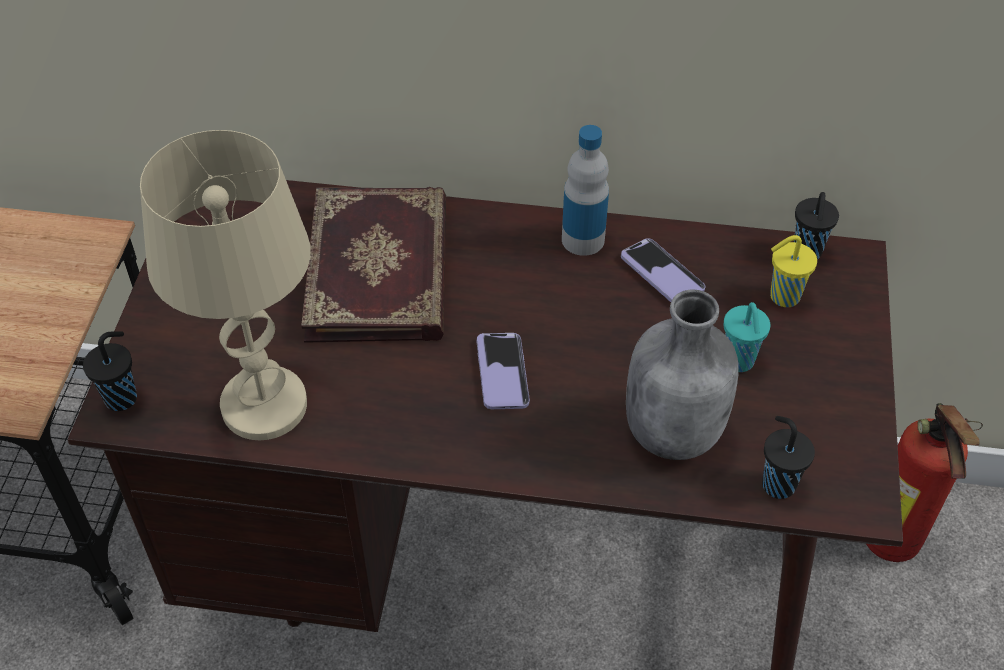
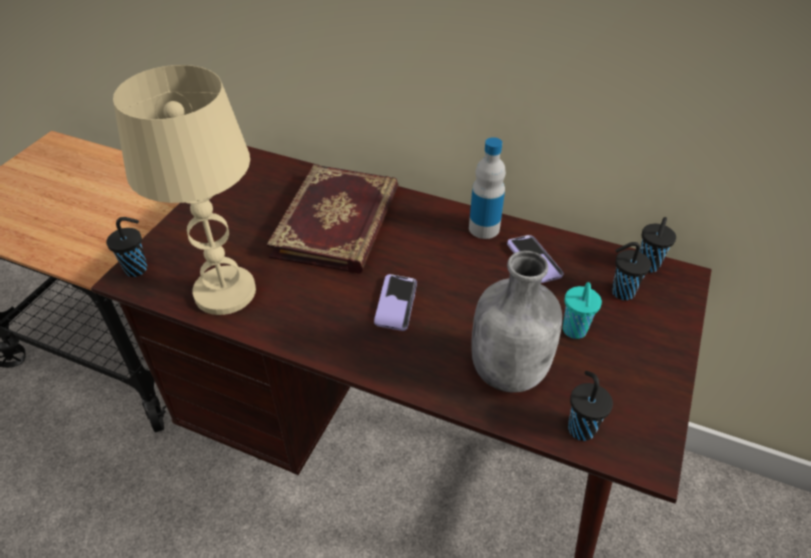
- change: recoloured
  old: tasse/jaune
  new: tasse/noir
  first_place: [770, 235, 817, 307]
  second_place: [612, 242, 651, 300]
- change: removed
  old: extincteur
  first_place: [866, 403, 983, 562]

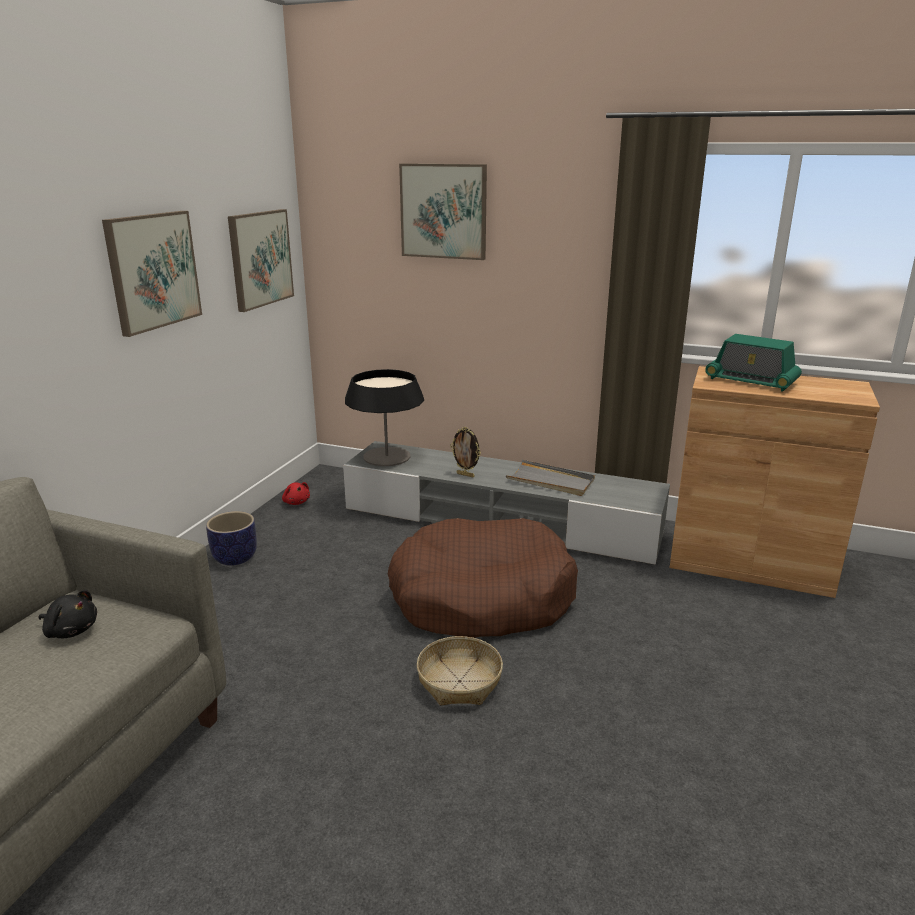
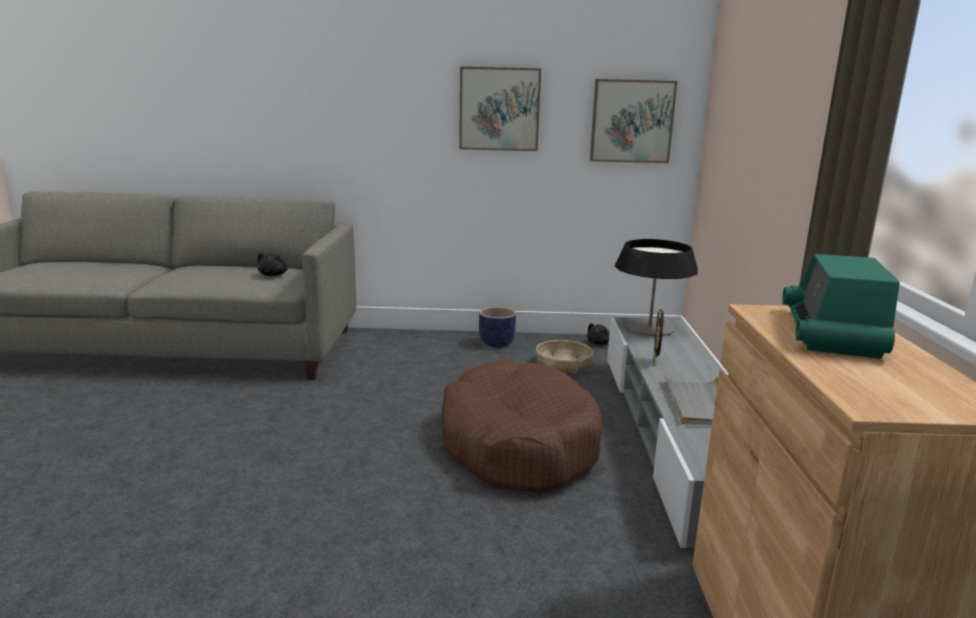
- change: recoloured
  old: peluche/rouge
  new: peluche/noir
  first_place: [282, 482, 310, 505]
  second_place: [587, 323, 609, 345]
- change: removed
  old: tableau
  first_place: [399, 164, 487, 260]
- change: moved
  old: panier
  first_place: [417, 636, 503, 705]
  second_place: [536, 340, 593, 374]

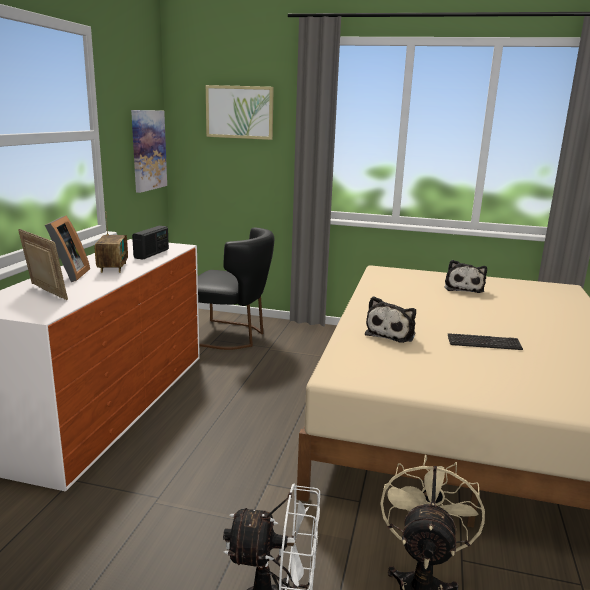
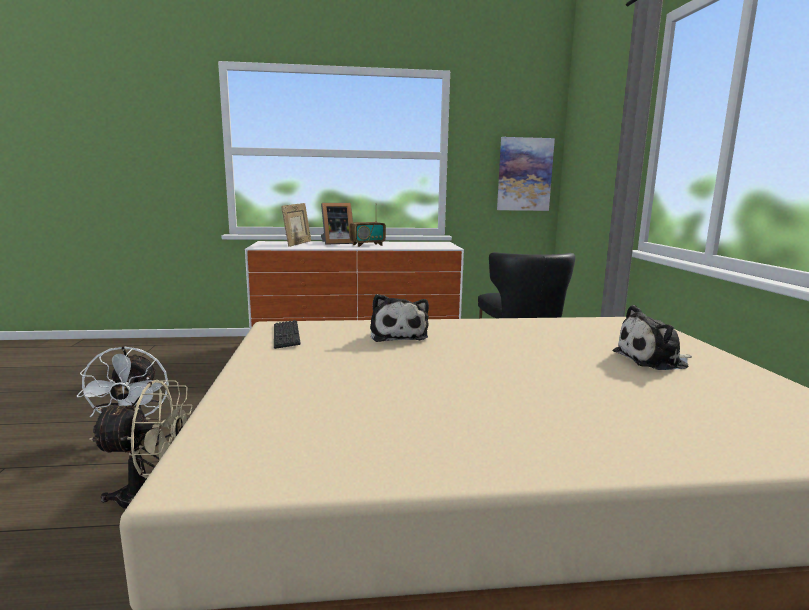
- change: removed
  old: radio
  first_place: [132, 226, 169, 260]
- change: removed
  old: tableau
  first_place: [206, 85, 274, 140]
- change: turned
  old: peluche
  first_place: [365, 296, 416, 343]
  second_place: [370, 294, 429, 342]
  degrees: -105
- change: moved
  old: clavier
  first_place: [448, 333, 523, 350]
  second_place: [274, 320, 301, 349]

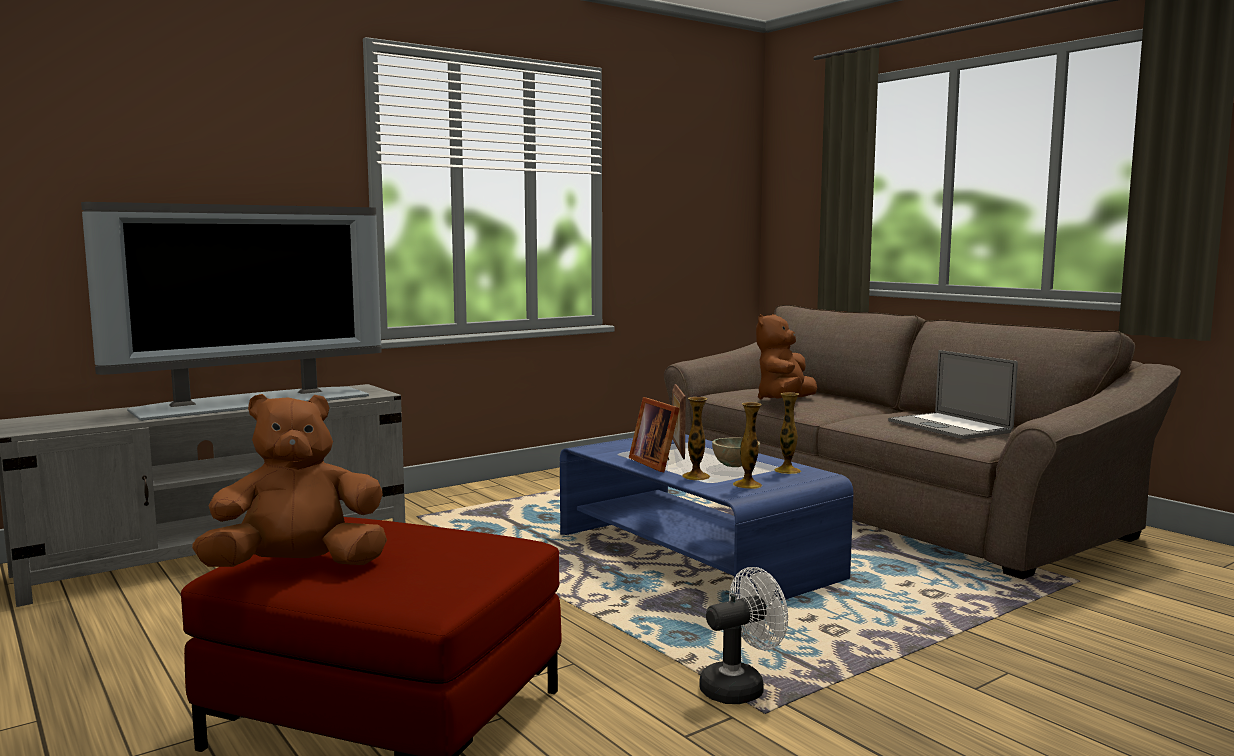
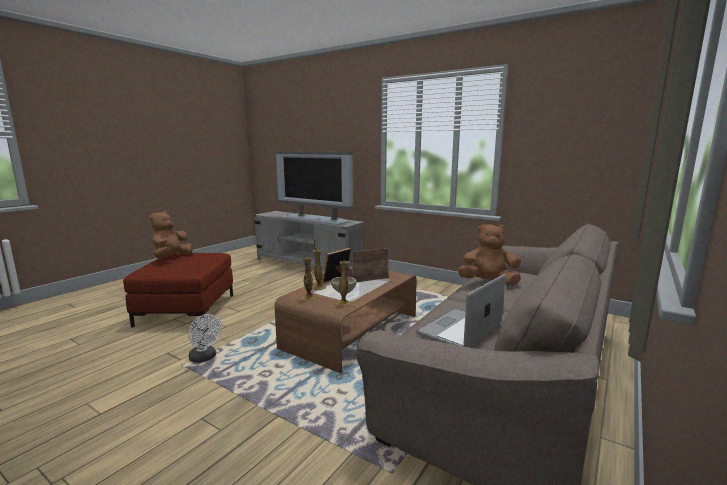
- change: turned
  old: peluche/marron
  first_place: [192, 394, 387, 567]
  second_place: [149, 211, 193, 258]
  degrees: -120
- change: recoloured
  old: table basse/bleu
  new: table basse/marron
  first_place: [560, 434, 853, 605]
  second_place: [274, 266, 417, 373]

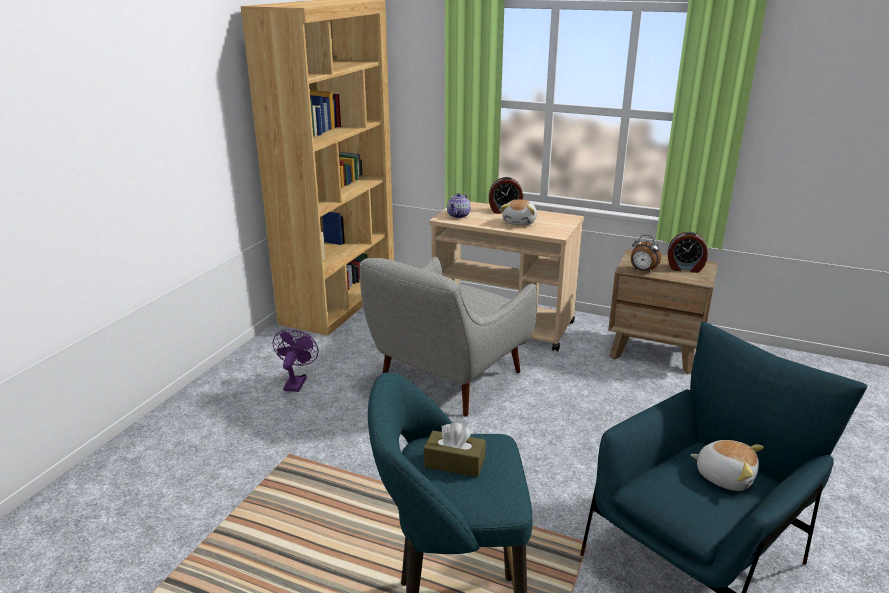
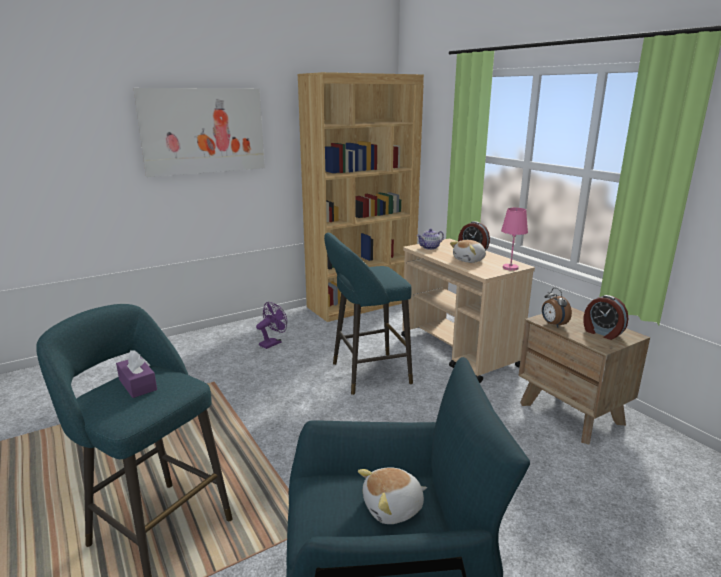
- change: replaced
  old: fauteuil/gris
  new: tabouret/turquoise
  first_place: [359, 257, 537, 417]
  second_place: [324, 233, 413, 395]
- change: recoloured
  old: boîte à mouchoirs/marron
  new: boîte à mouchoirs/violet
  first_place: [424, 422, 486, 477]
  second_place: [116, 350, 157, 398]
- change: turned
  old: peluche
  first_place: [690, 440, 764, 491]
  second_place: [358, 467, 427, 524]
  degrees: 90
- change: added
  new: tableau
  second_place: [134, 88, 265, 177]
- change: added
  new: lampe de table/rose
  second_place: [501, 208, 528, 271]

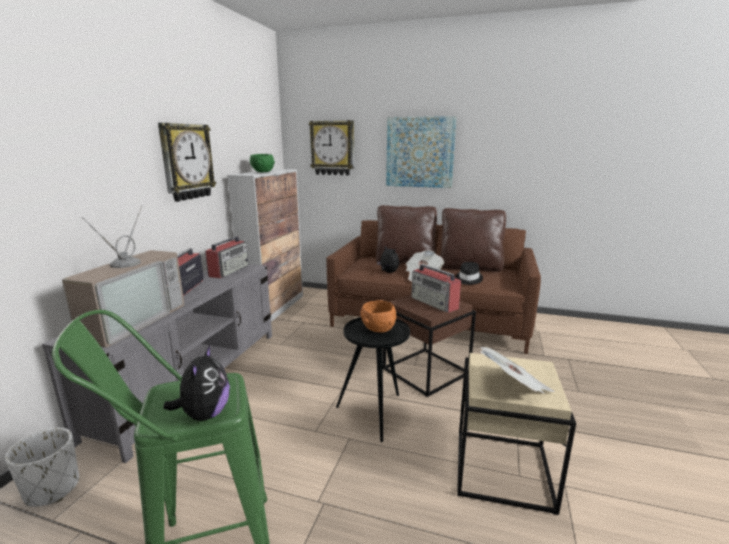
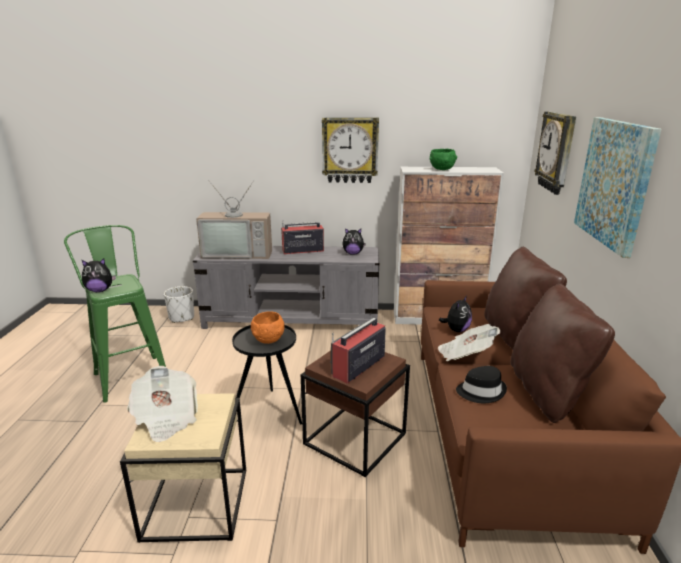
- change: replaced
  old: radio
  new: peluche
  first_place: [205, 235, 249, 278]
  second_place: [342, 228, 366, 255]

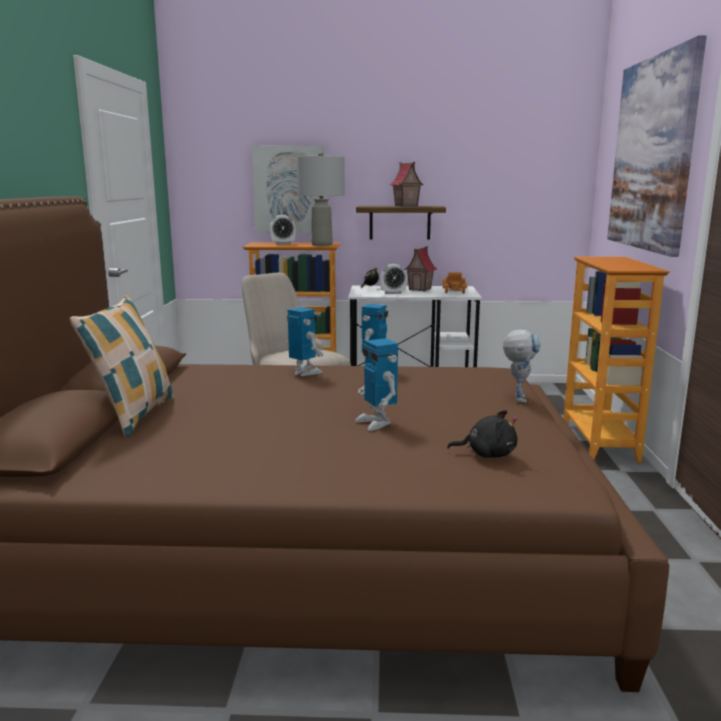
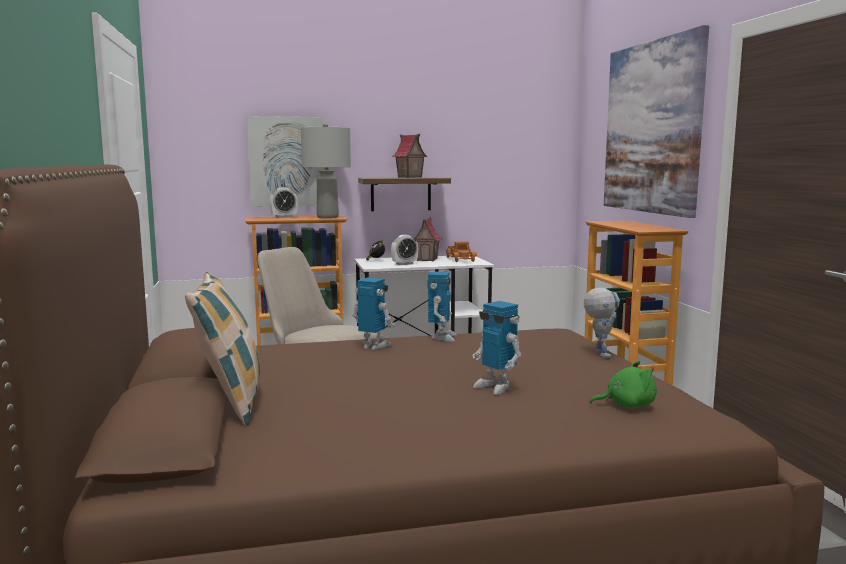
- change: recoloured
  old: peluche/noir
  new: peluche/vert
  first_place: [447, 410, 517, 458]
  second_place: [590, 361, 657, 408]

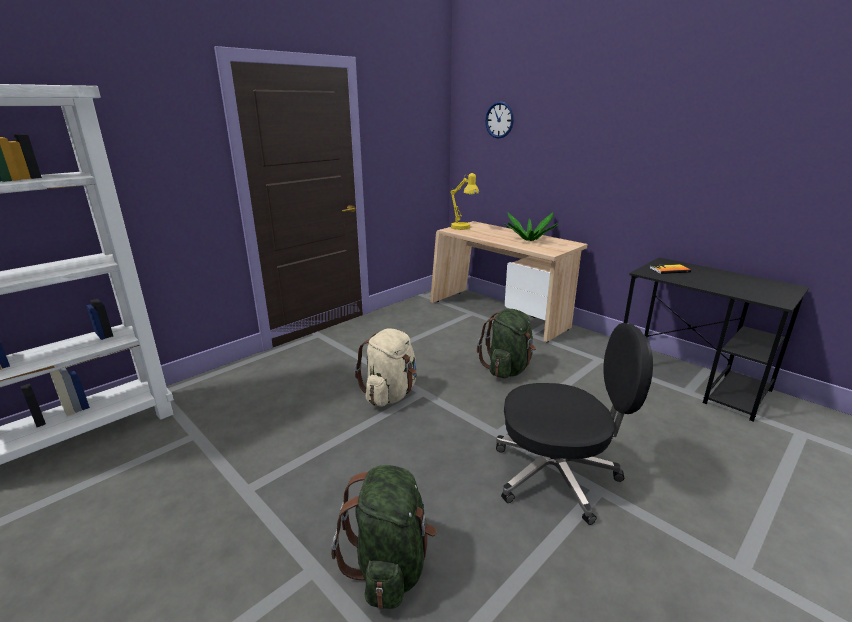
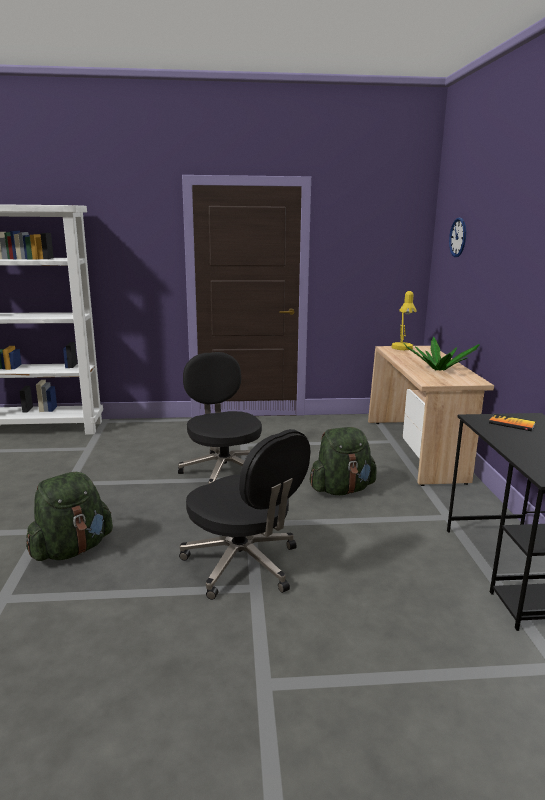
- change: replaced
  old: sac à dos/beige
  new: chaise de bureau/noir
  first_place: [355, 329, 417, 407]
  second_place: [178, 352, 262, 484]

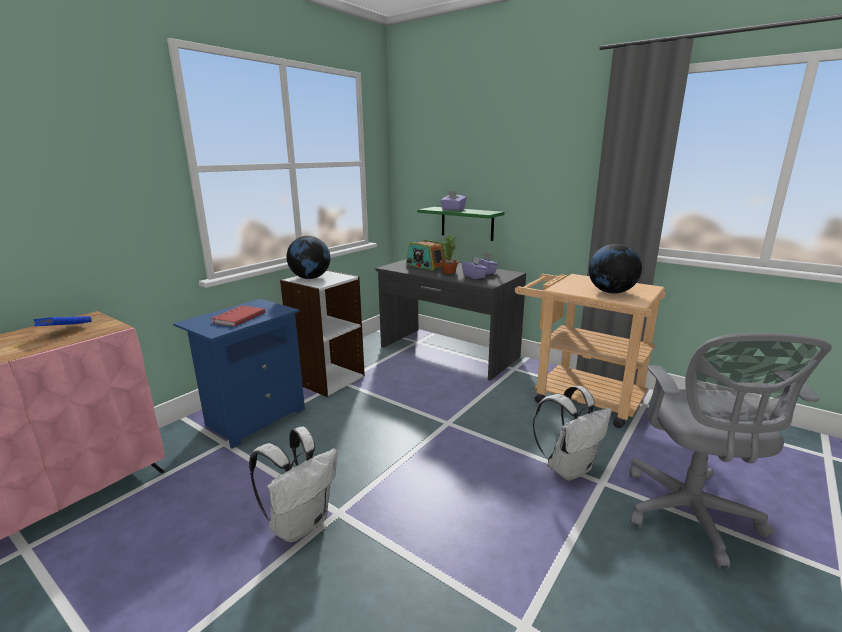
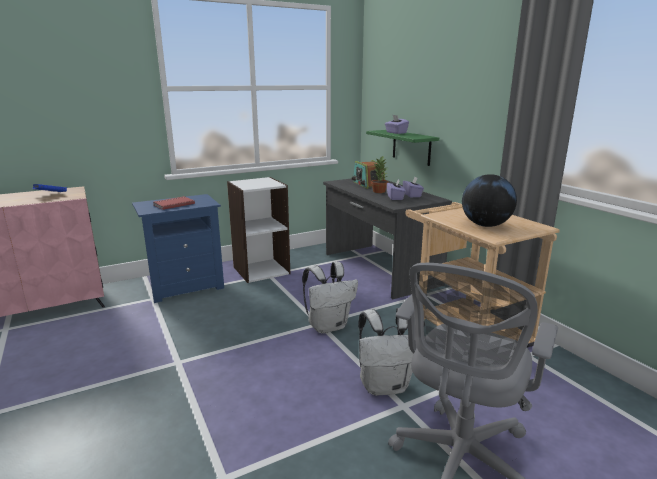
- change: moved
  old: sac à dos/blanc
  first_place: [249, 426, 337, 542]
  second_place: [303, 262, 358, 334]
- change: removed
  old: globe
  first_place: [286, 236, 330, 279]

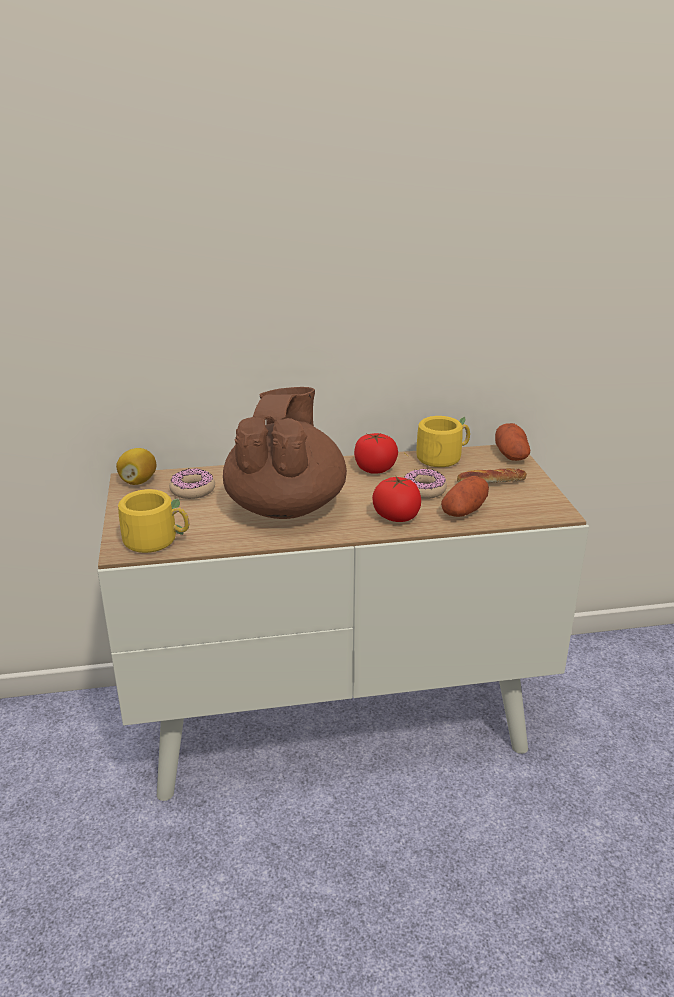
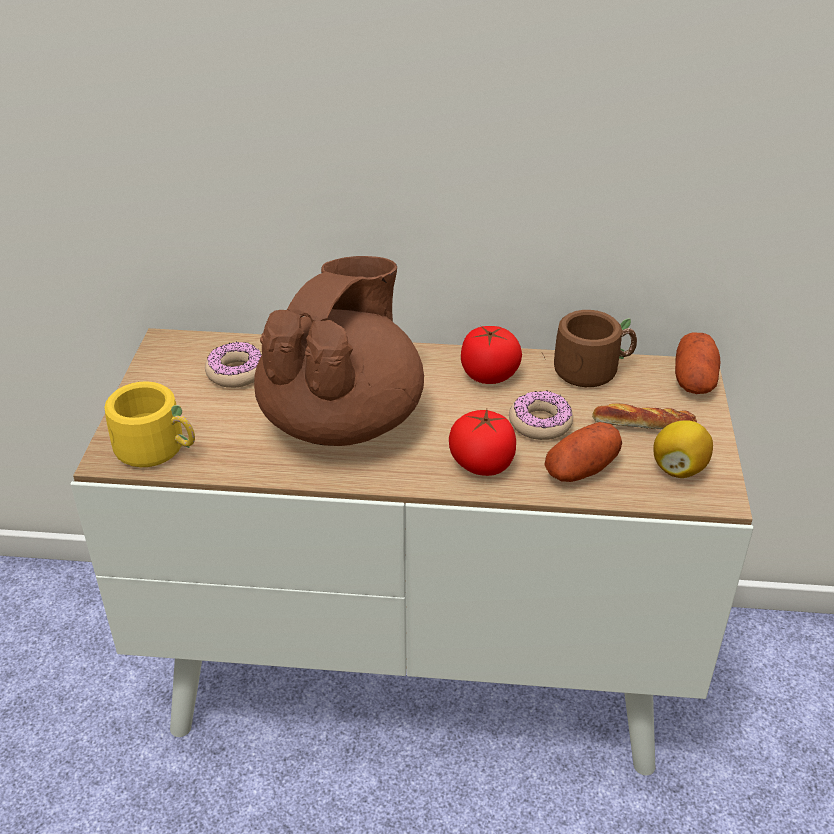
- change: moved
  old: citron
  first_place: [116, 448, 156, 485]
  second_place: [654, 420, 713, 478]
- change: recoloured
  old: mug/jaune
  new: mug/marron
  first_place: [405, 416, 470, 467]
  second_place: [542, 310, 637, 387]

